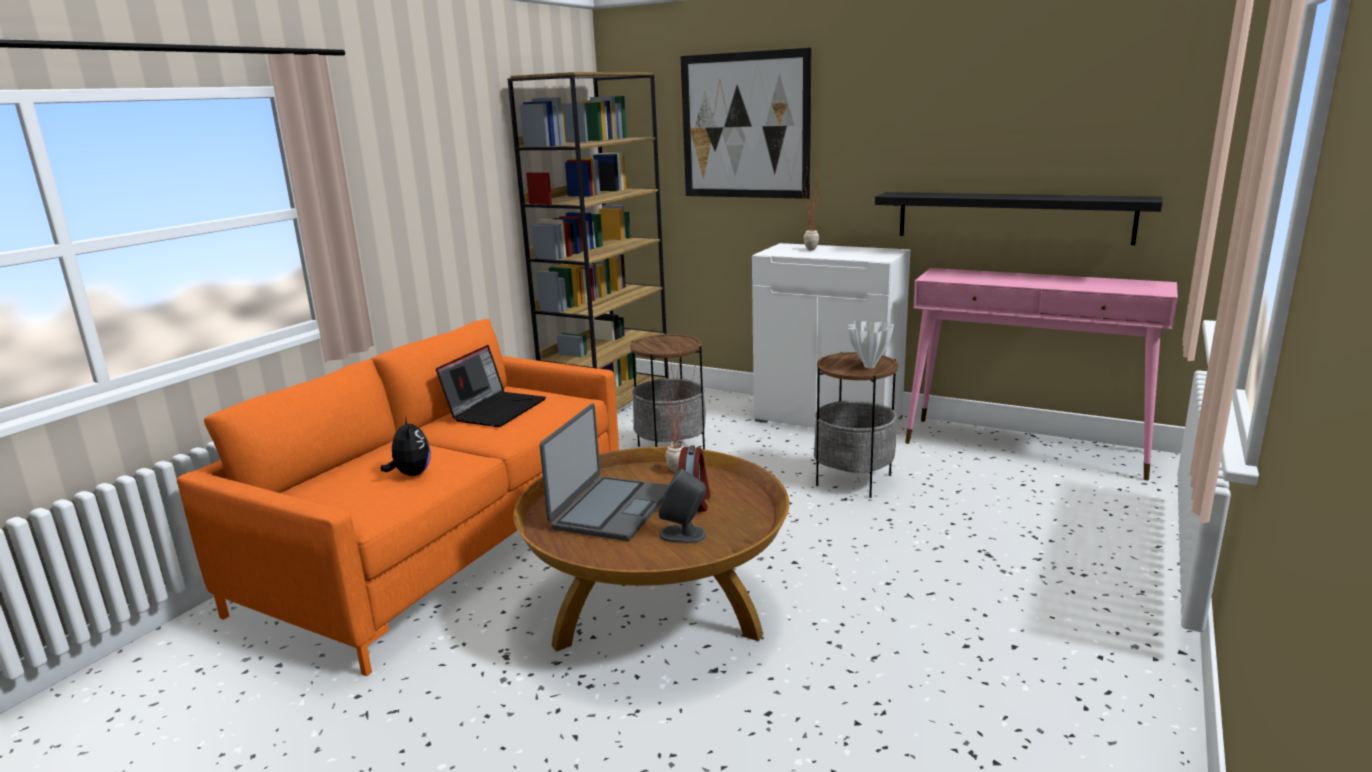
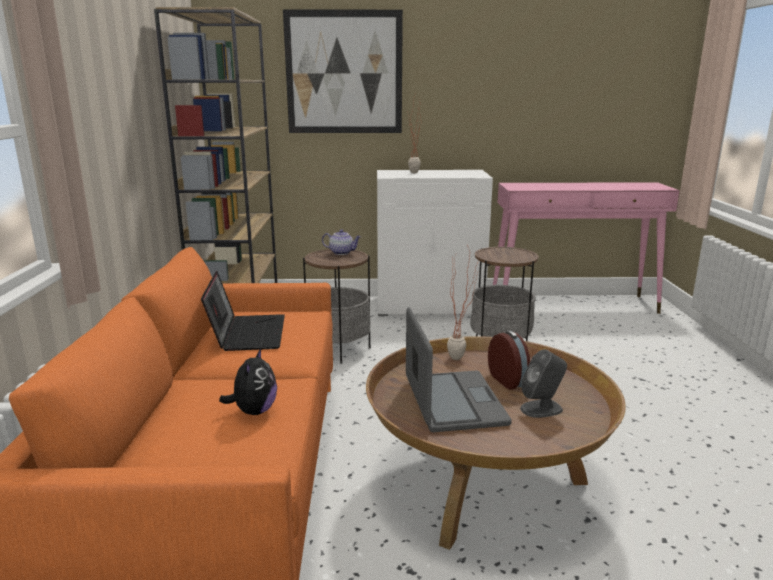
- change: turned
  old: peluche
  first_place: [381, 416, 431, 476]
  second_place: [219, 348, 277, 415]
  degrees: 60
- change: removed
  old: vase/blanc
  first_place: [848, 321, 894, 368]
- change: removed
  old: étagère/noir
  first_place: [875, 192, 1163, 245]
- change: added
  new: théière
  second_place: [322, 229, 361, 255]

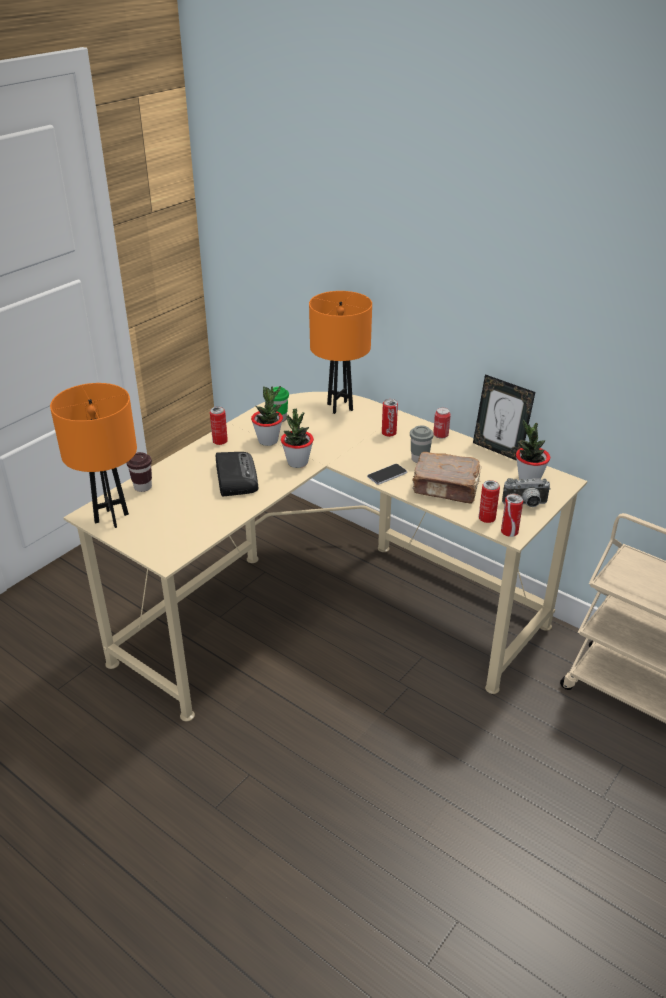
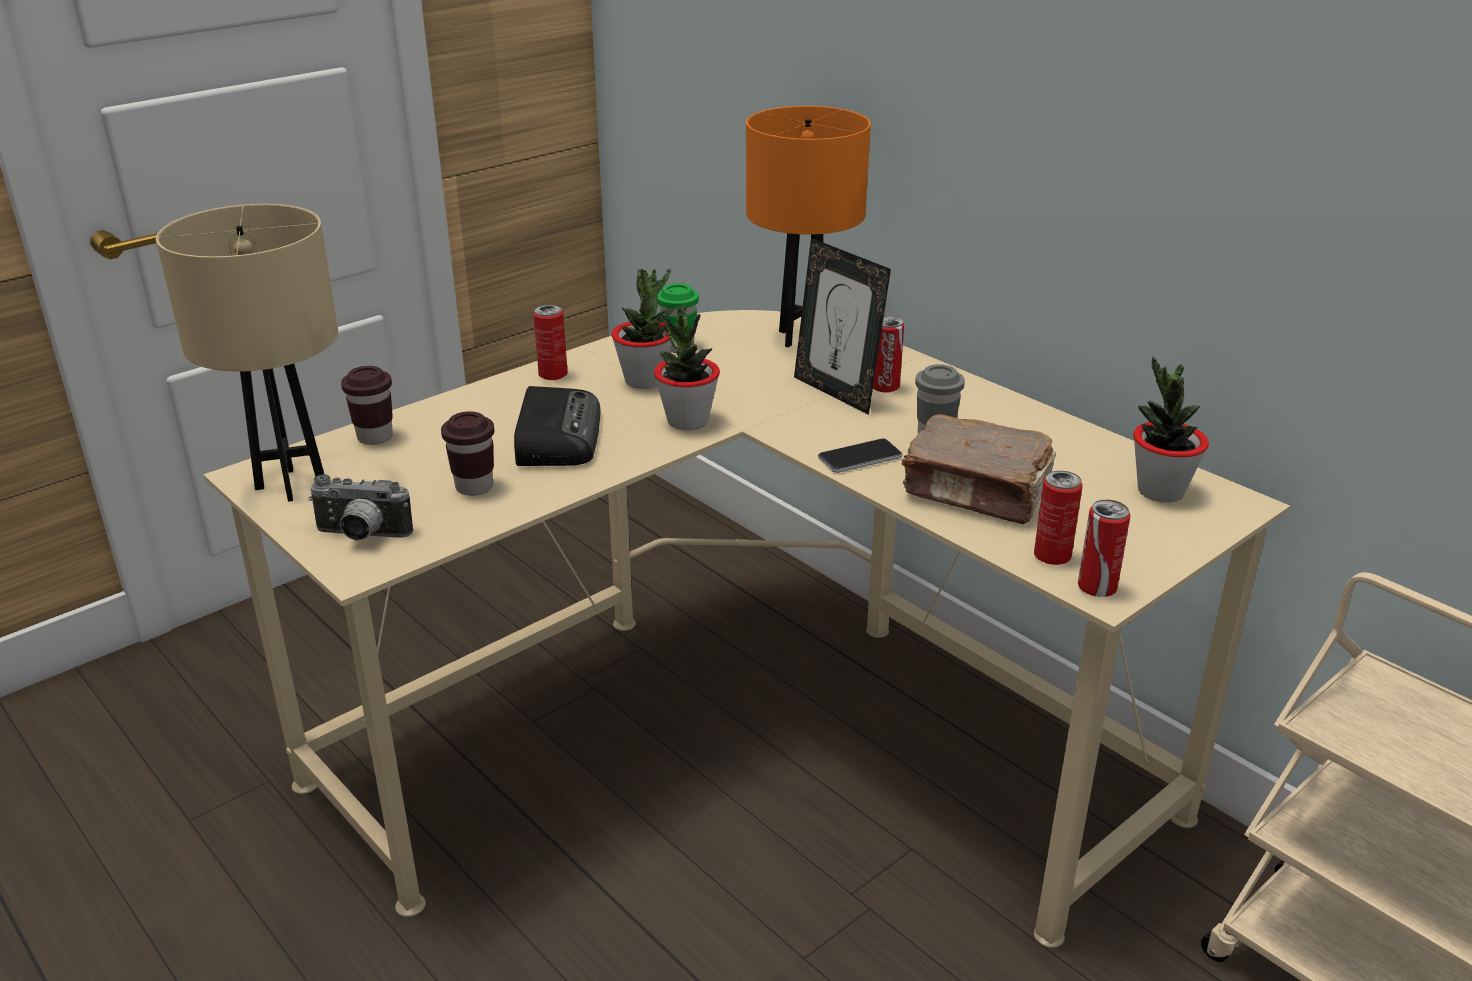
- change: recoloured
  old: lampe de table/orange
  new: lampe de table/beige
  first_place: [50, 383, 137, 528]
  second_place: [156, 204, 338, 502]
- change: removed
  old: boîte métallique
  first_place: [433, 407, 451, 439]
- change: moved
  old: cadre photo
  first_place: [473, 374, 535, 461]
  second_place: [794, 238, 891, 415]
- change: moved
  old: appareil photo
  first_place: [502, 478, 551, 507]
  second_place: [308, 474, 413, 541]
- change: added
  new: tasse/marron
  second_place: [441, 411, 494, 496]

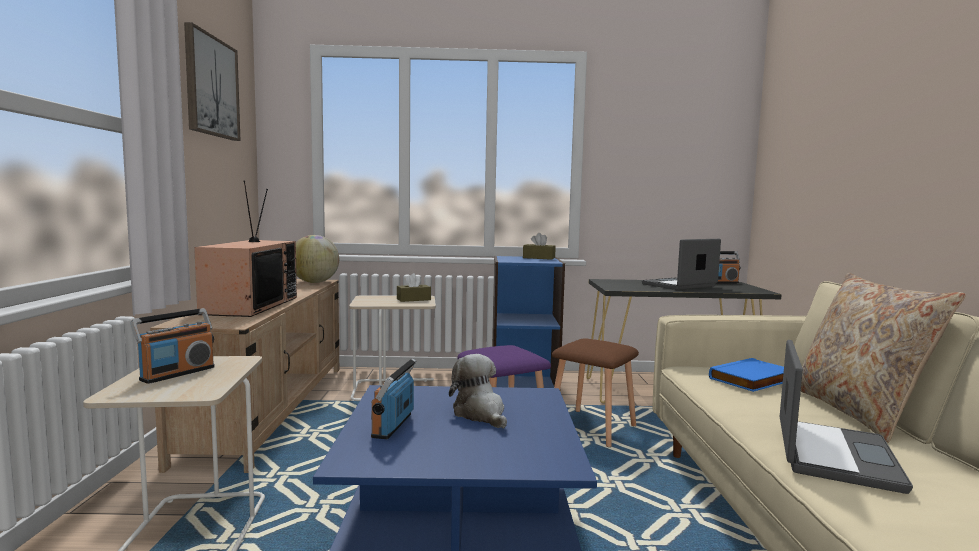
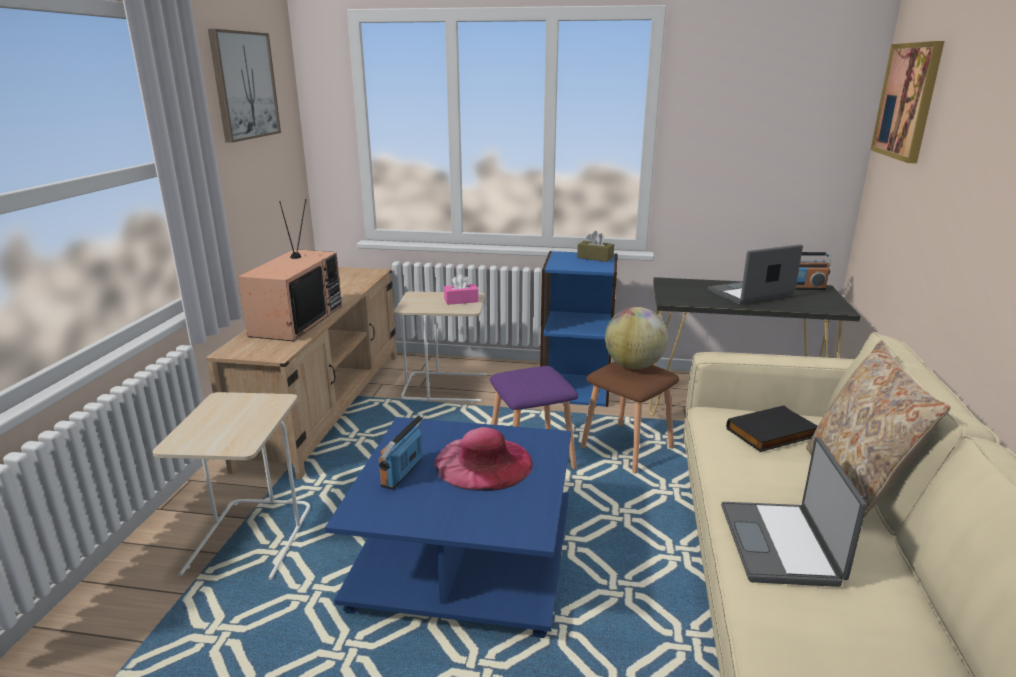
- change: removed
  old: radio
  first_place: [131, 308, 215, 384]
- change: moved
  old: globe
  first_place: [296, 235, 339, 283]
  second_place: [605, 307, 668, 369]
- change: recoloured
  old: boîte à mouchoirs/marron
  new: boîte à mouchoirs/rose
  first_place: [397, 273, 431, 302]
  second_place: [444, 274, 478, 305]
- change: replaced
  old: peluche
  new: chapeau/rose
  first_place: [449, 354, 507, 428]
  second_place: [434, 427, 533, 491]
- change: recoloured
  old: livre/bleu
  new: livre/noir
  first_place: [709, 358, 784, 392]
  second_place: [726, 405, 818, 452]
- change: turned
  old: ordinateur portable
  first_place: [780, 340, 913, 494]
  second_place: [721, 437, 867, 587]
  degrees: 150
- change: added
  new: tableau
  second_place: [871, 41, 944, 163]

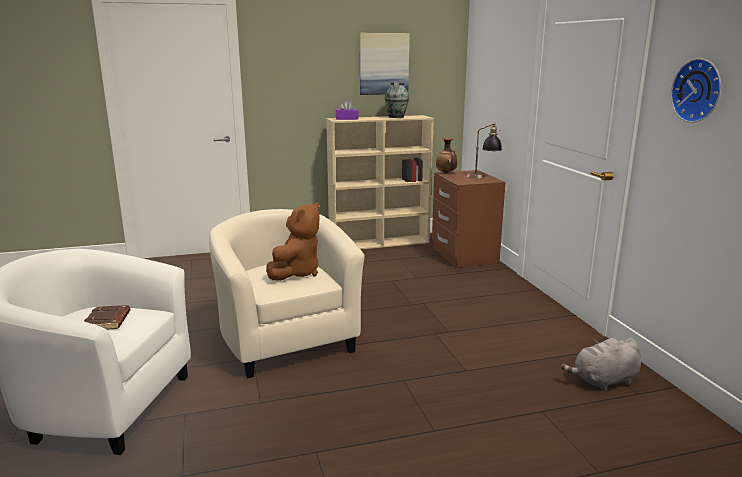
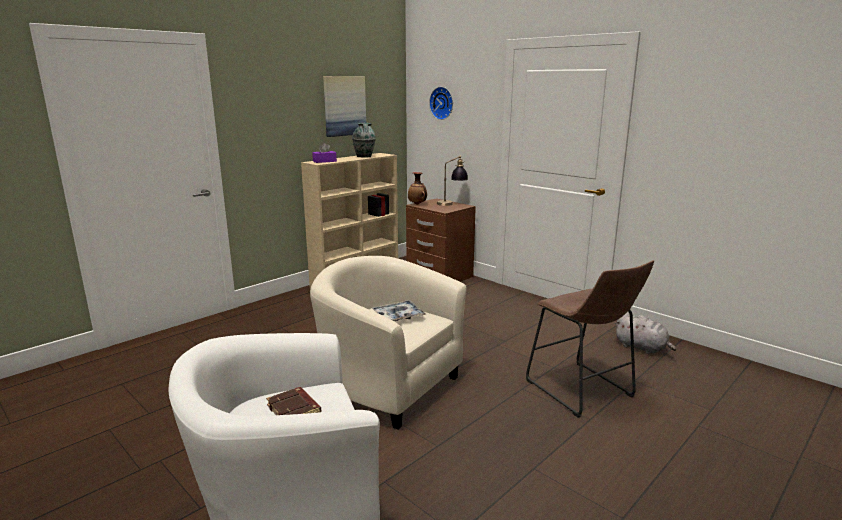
- change: replaced
  old: peluche/marron
  new: plateau
  first_place: [266, 202, 320, 281]
  second_place: [372, 300, 426, 321]
- change: turned
  old: peluche/gris
  first_place: [561, 338, 641, 391]
  second_place: [615, 313, 676, 354]
  degrees: -90
- change: moved
  old: horloge murale
  first_place: [671, 58, 721, 123]
  second_place: [429, 87, 453, 120]
- change: added
  new: tabouret/marron
  second_place: [526, 260, 654, 418]

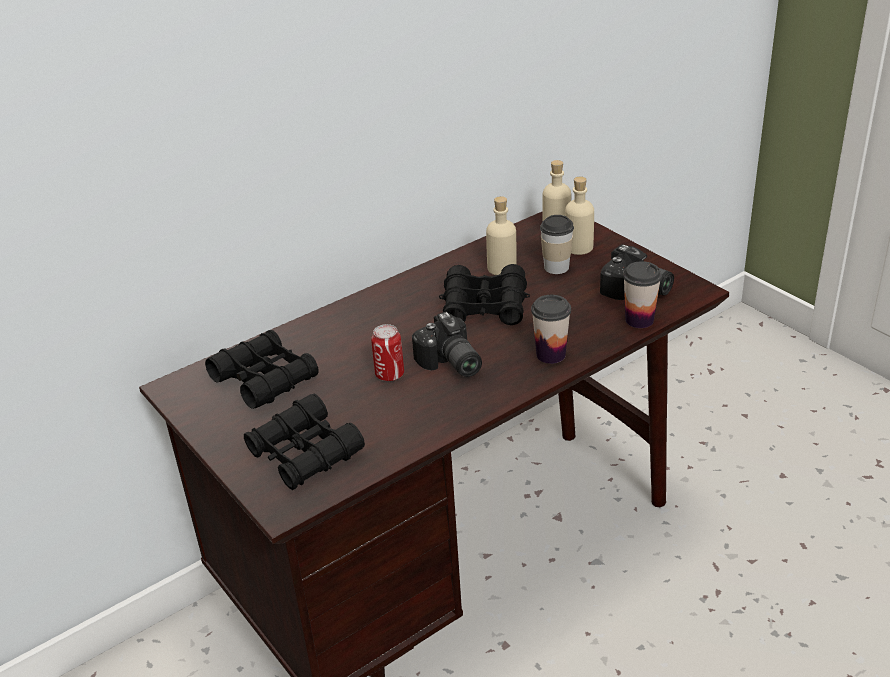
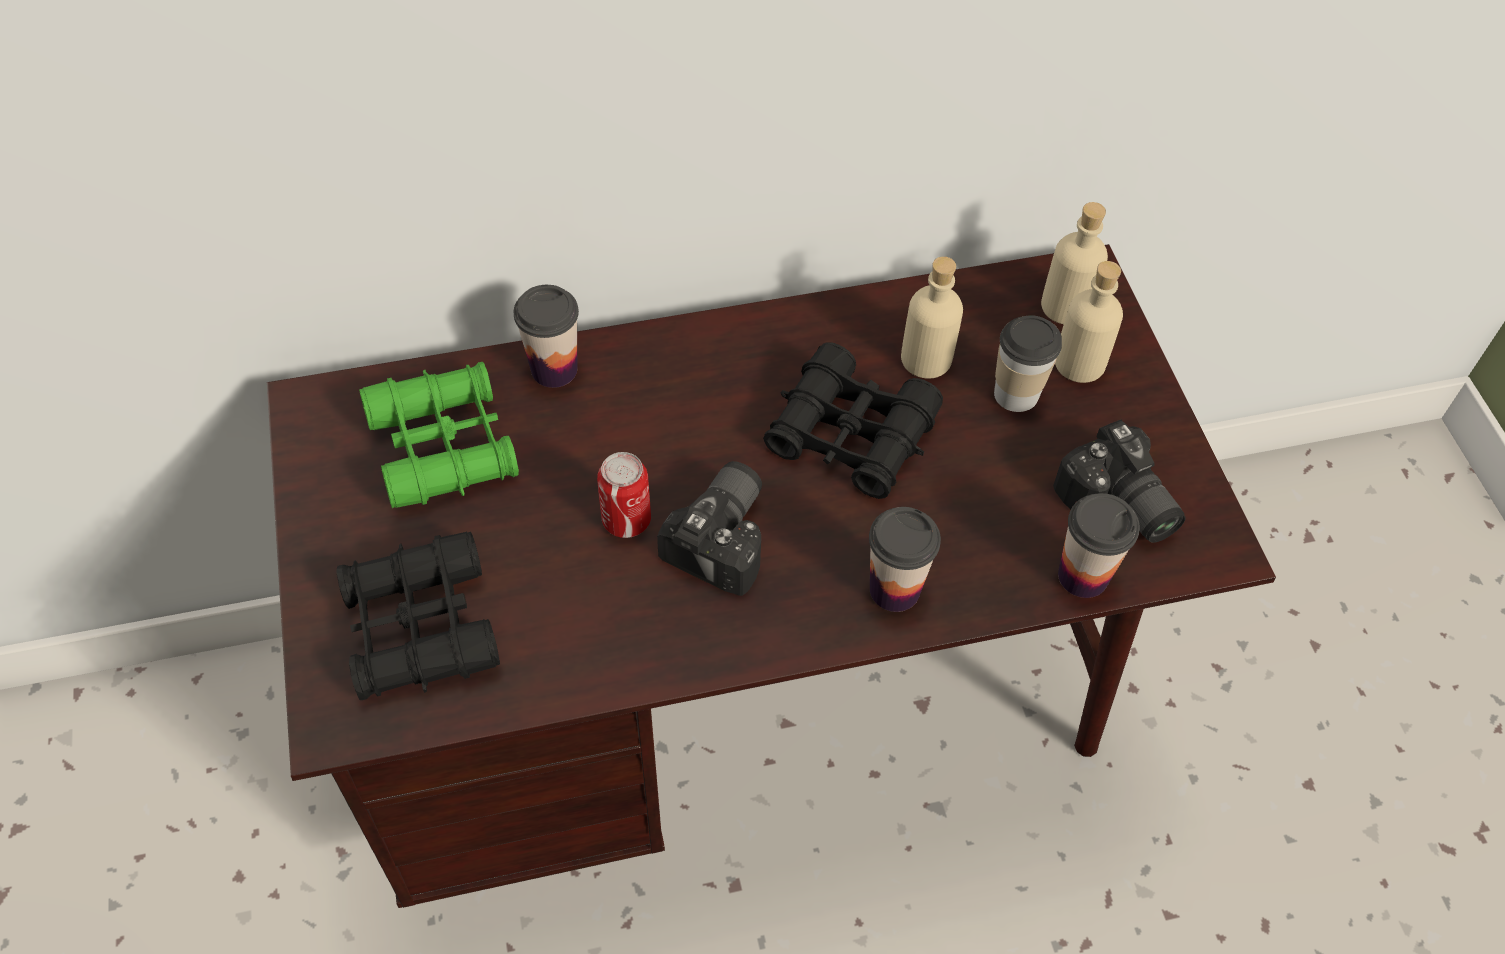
- change: recoloured
  old: jumelles/noir
  new: jumelles/vert
  first_place: [205, 330, 319, 409]
  second_place: [359, 362, 519, 508]
- change: turned
  old: appareil photo
  first_place: [412, 312, 482, 377]
  second_place: [657, 461, 762, 596]
  degrees: -150
- change: added
  new: tasse
  second_place: [514, 285, 579, 388]

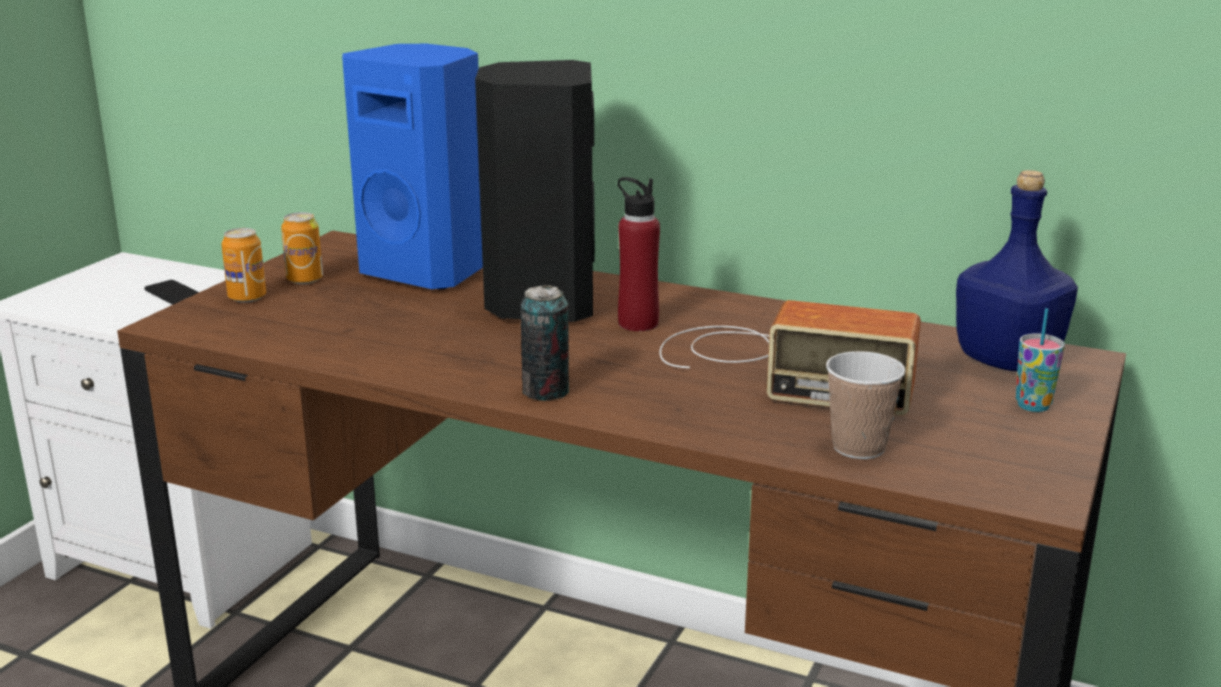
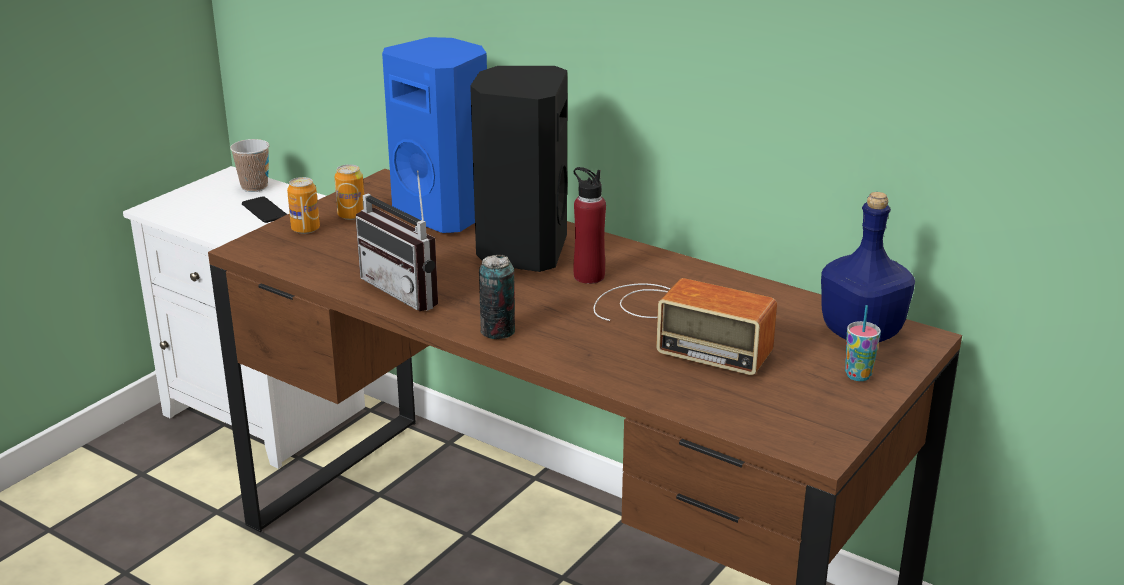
- change: moved
  old: tasse
  first_place: [826, 351, 906, 459]
  second_place: [230, 139, 269, 192]
- change: added
  new: radio
  second_place: [355, 170, 438, 311]

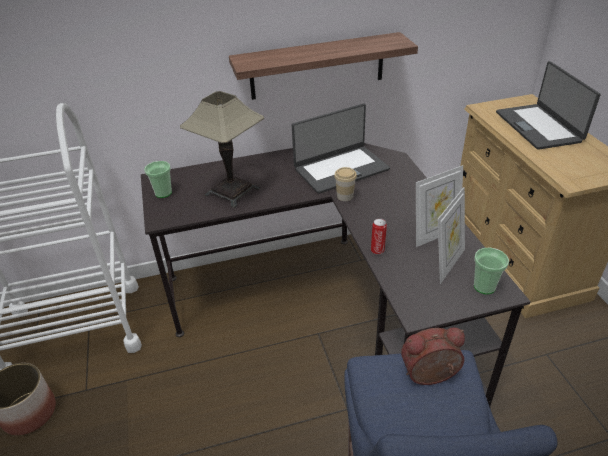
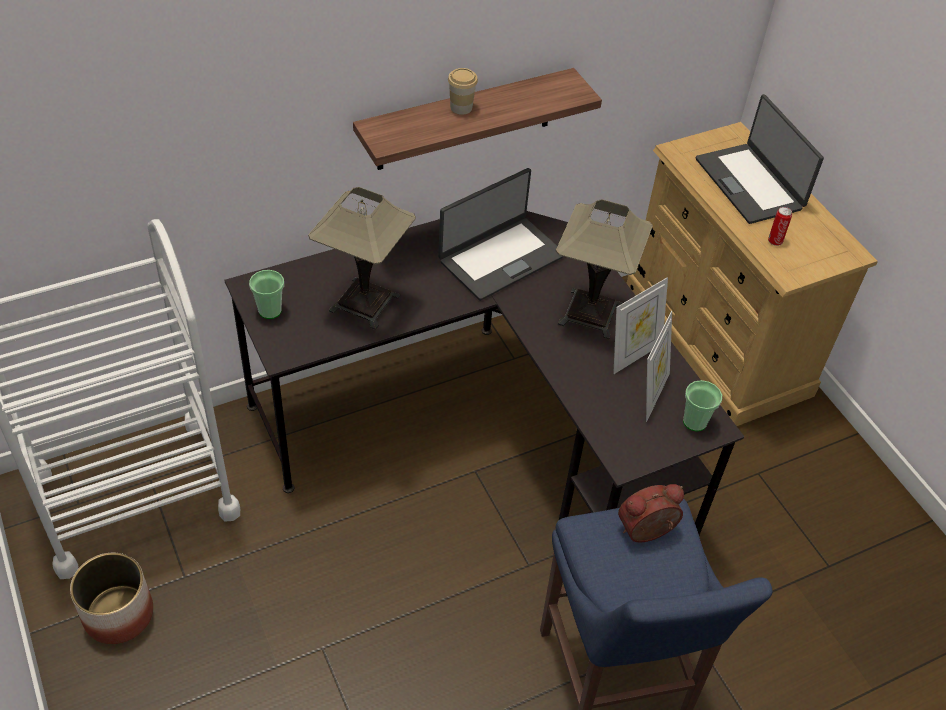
- change: moved
  old: tasse
  first_place: [334, 167, 357, 201]
  second_place: [448, 68, 478, 115]
- change: moved
  old: boîte métallique
  first_place: [371, 219, 387, 255]
  second_place: [768, 207, 792, 246]
- change: added
  new: lampe de table
  second_place: [556, 199, 653, 339]

